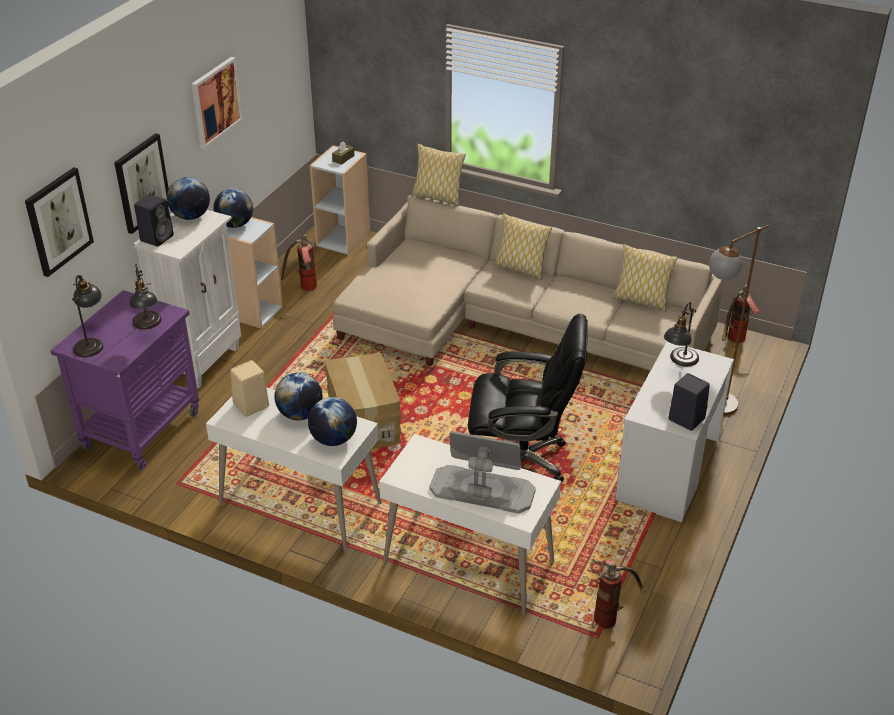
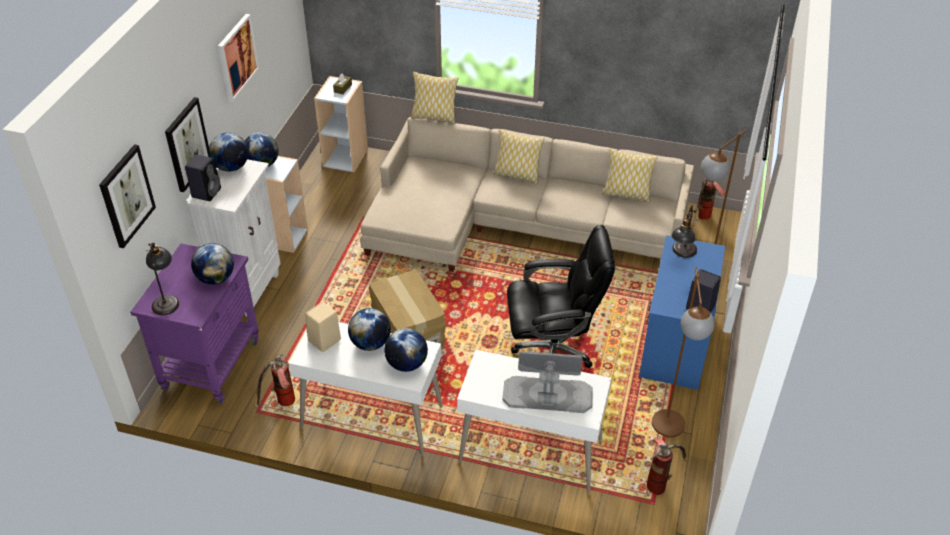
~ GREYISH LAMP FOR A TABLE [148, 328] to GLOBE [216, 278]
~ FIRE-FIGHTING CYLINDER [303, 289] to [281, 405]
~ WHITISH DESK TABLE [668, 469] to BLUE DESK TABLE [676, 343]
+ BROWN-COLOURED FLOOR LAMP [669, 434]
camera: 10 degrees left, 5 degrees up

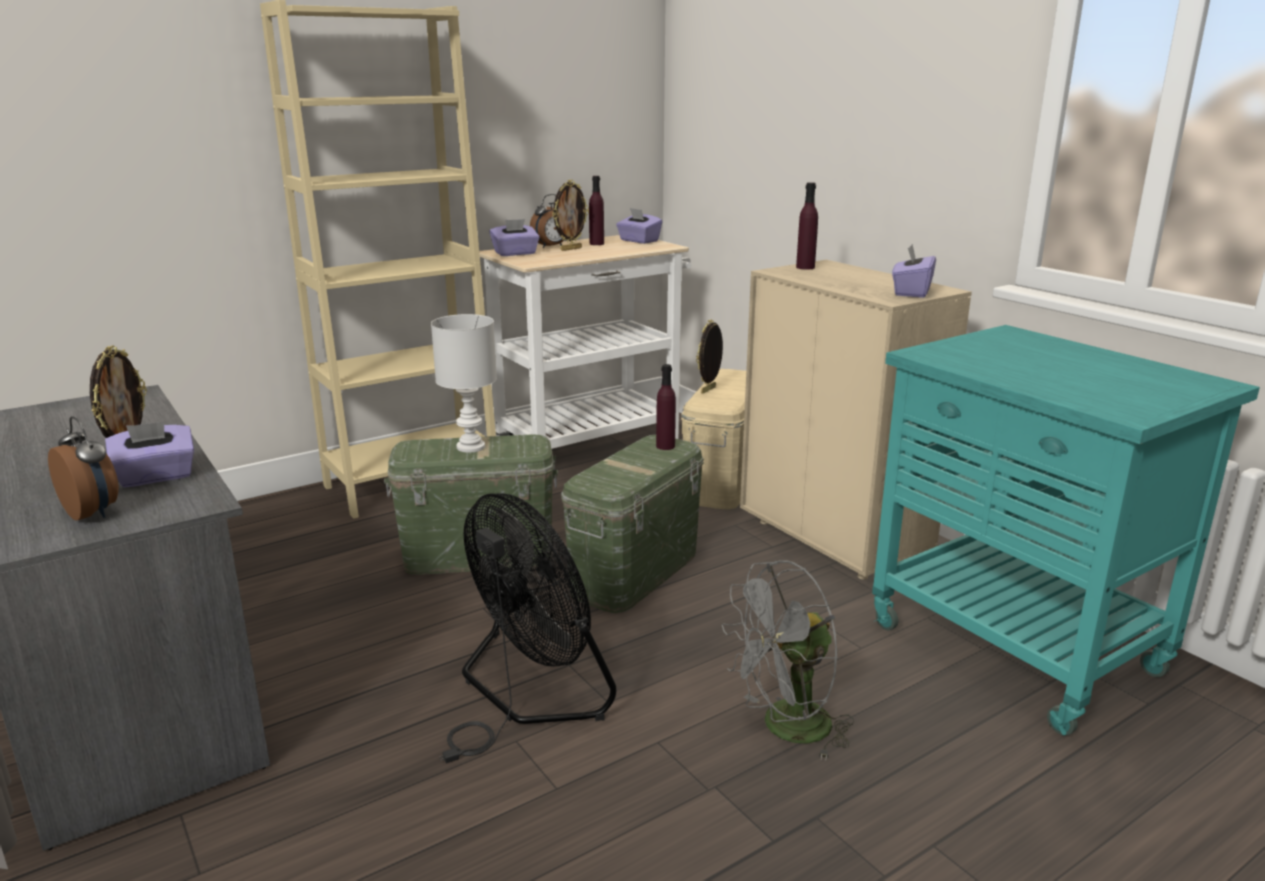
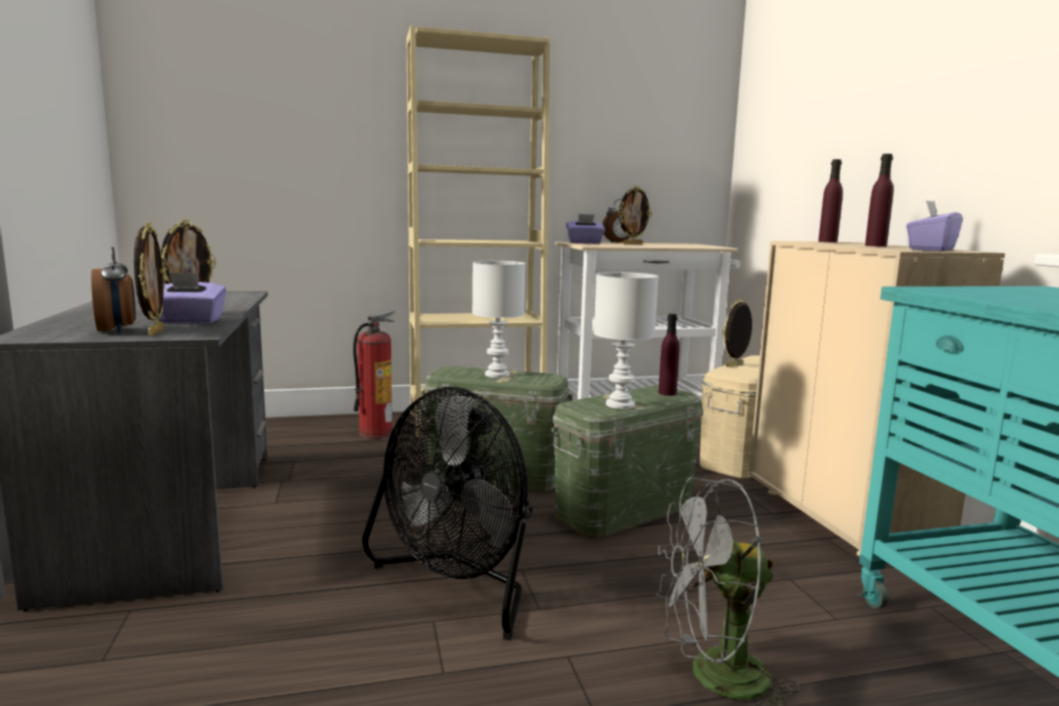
+ STANDING FRAME [154, 332]
+ FIRE-FIGHTING CYLINDER [376, 433]
~ BLACKISH FAN [516, 692] = [460, 581] 150 degrees clockwise
+ WHITISH LAMP FOR A TABLE [618, 405]
~ PURPLE-COLOURED BOTTLE [596, 244] to [875, 246]
- PURPLE-COLOURED BOX OF TISSUES [638, 241]
camera: 20 degrees right, 10 degrees down

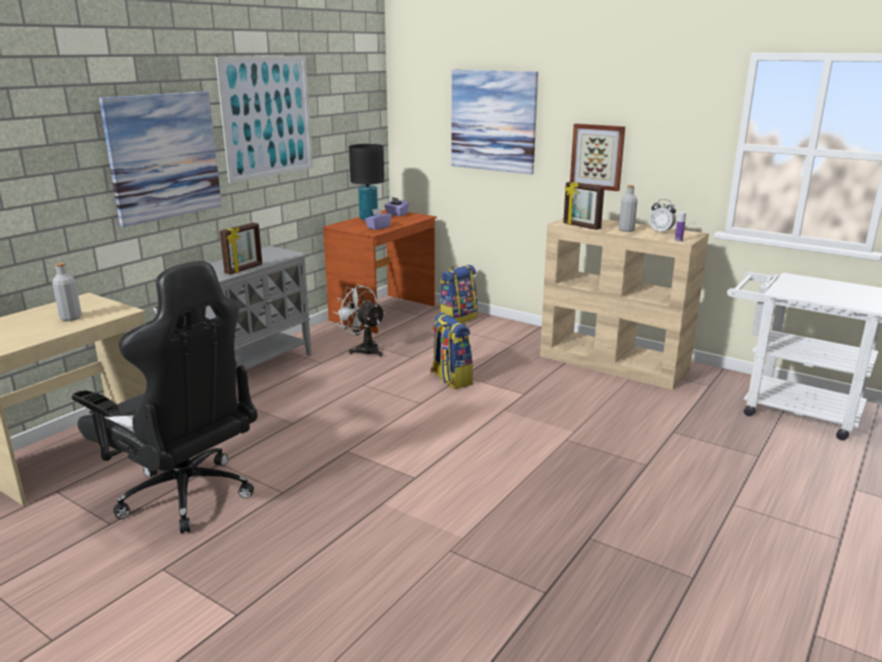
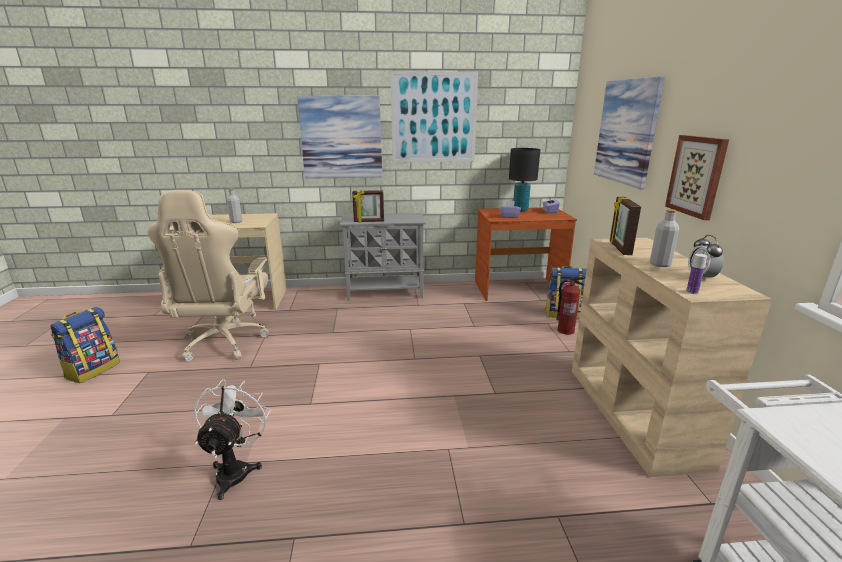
~ KNAPSACK [450, 379] to [93, 370]
~ BLACKISH COMPUTER CHAIR [181, 492] to BEIGE COMPUTER CHAIR [226, 340]
~ WHITISH FAN [363, 349] to [236, 469]
+ FIRE-FIGHTING CYLINDER [566, 330]
camera: 50 degrees right, 0 degrees up

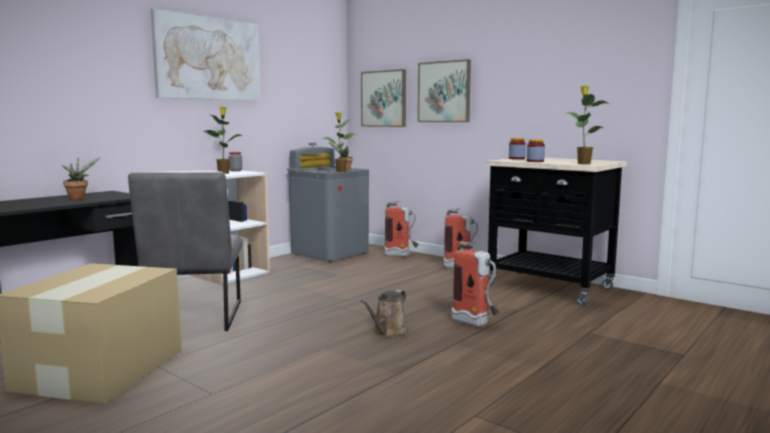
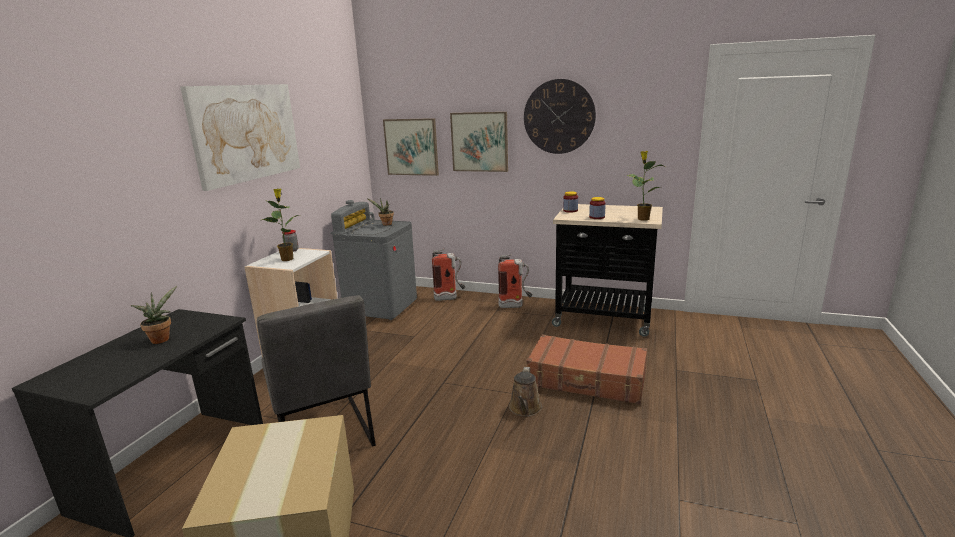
+ CLOCK ON THE WALL [559, 117]
~ FIRE-FIGHTING CYLINDER [476, 324] to BROWN-COLOURED SUITCASE [586, 380]
- PLANT IN A POT [340, 171]
camera: 20 degrees left, 10 degrees up

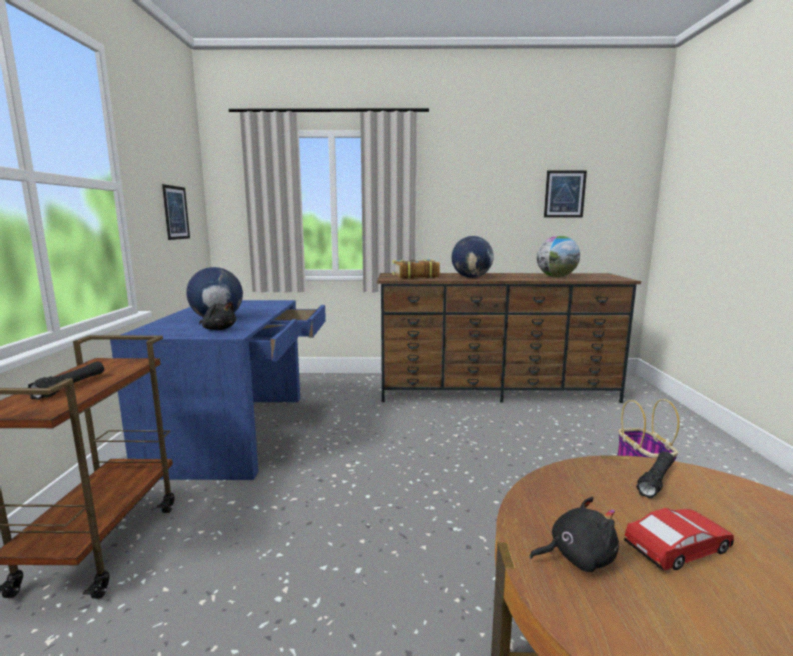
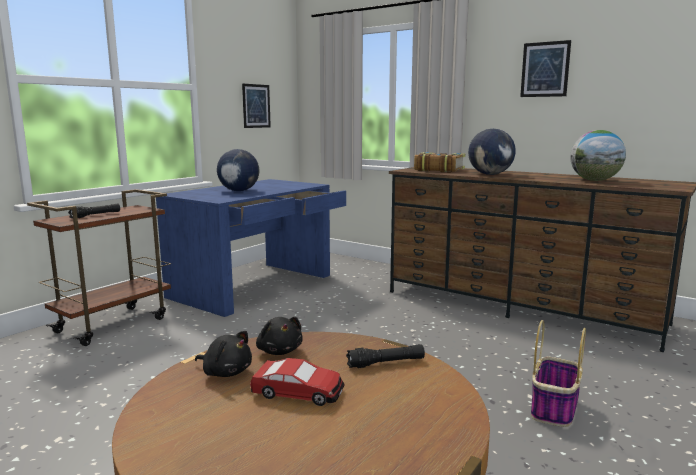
~ BLACKISH PLUSH TOY [218, 329] to [279, 351]
~ PICTURE [564, 194] to [545, 69]
camera: 35 degrees right, 0 degrees up

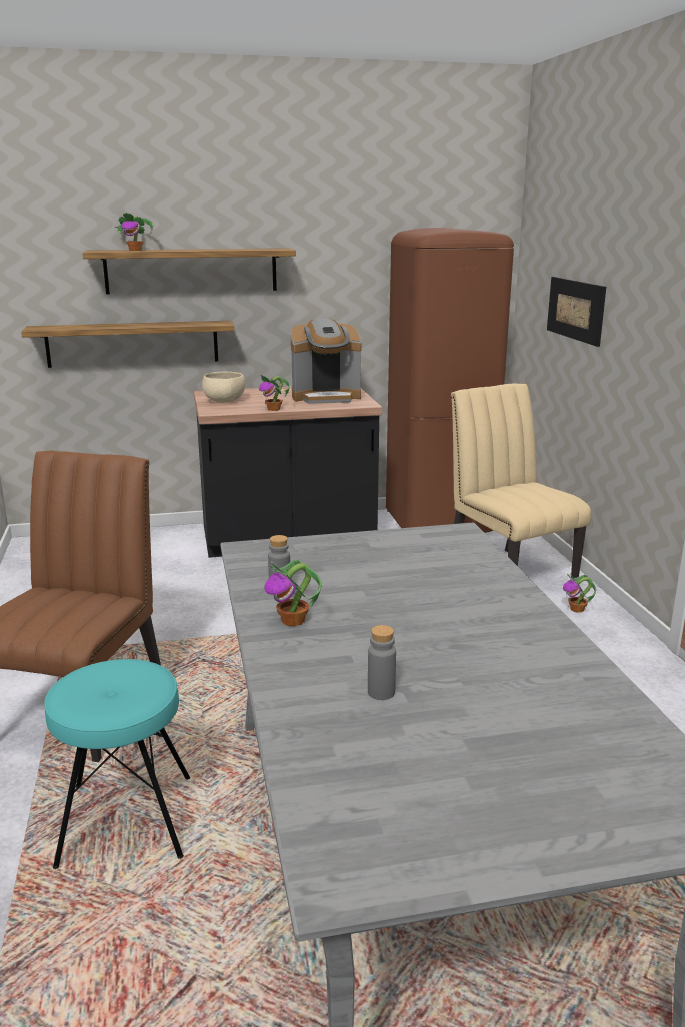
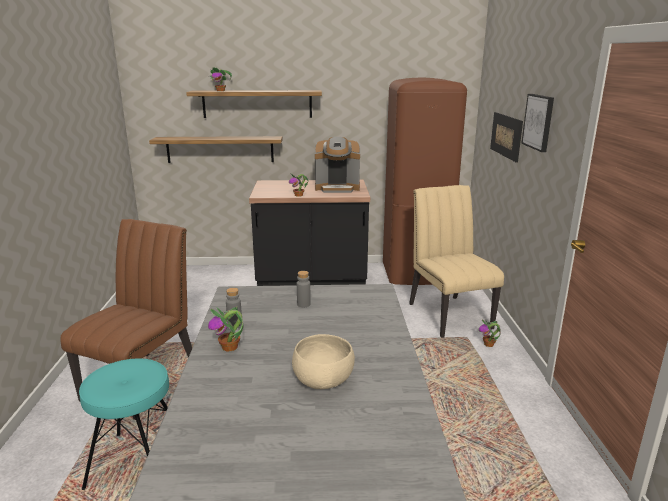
~ BEIGE BOWL [224, 401] to [323, 381]
~ GREYISH BOTTLE [381, 692] to [303, 304]
+ PICTURE [538, 122]
camera: 10 degrees right, 0 degrees up

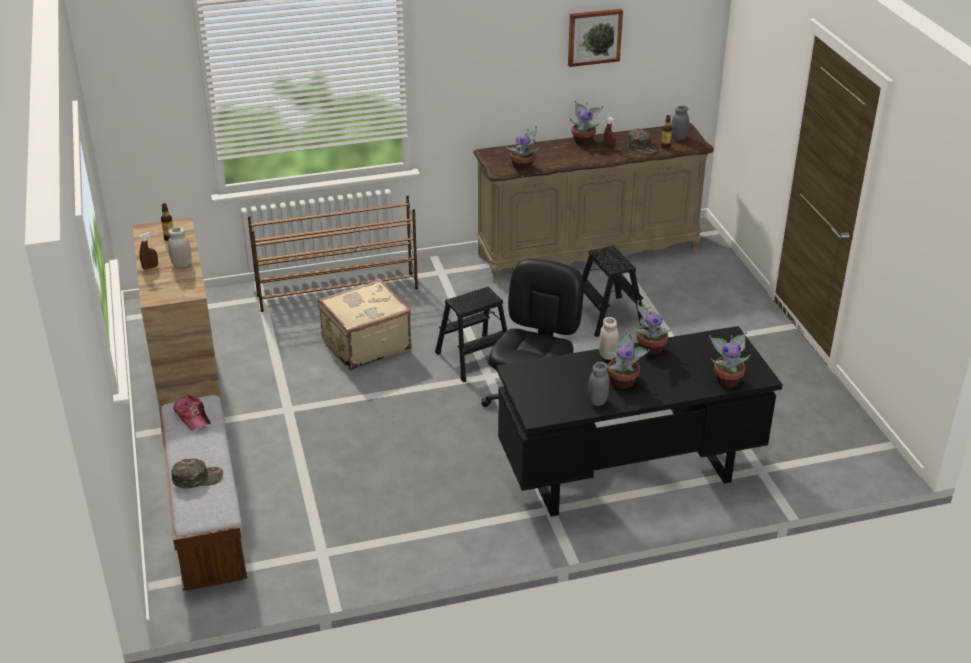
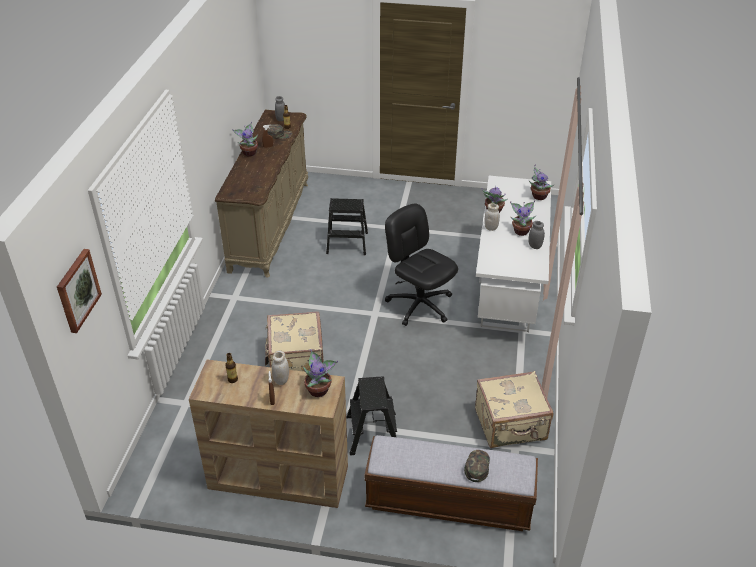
~ PICTURE [594, 36] to [77, 290]
~ PLANT IN A POT [523, 167] to [319, 390]
~ BLACKISH STEP LADDER [473, 358] to [373, 434]
+ BEIGE SUITCASE [511, 425]
~ BLACKISH DESK TABLE [629, 477] to WHITISH DESK TABLE [508, 289]
- CAP [192, 416]
- BROWN-COLOURED SHOE SHELF [338, 292]
camera: 65 degrees left, 5 degrees up

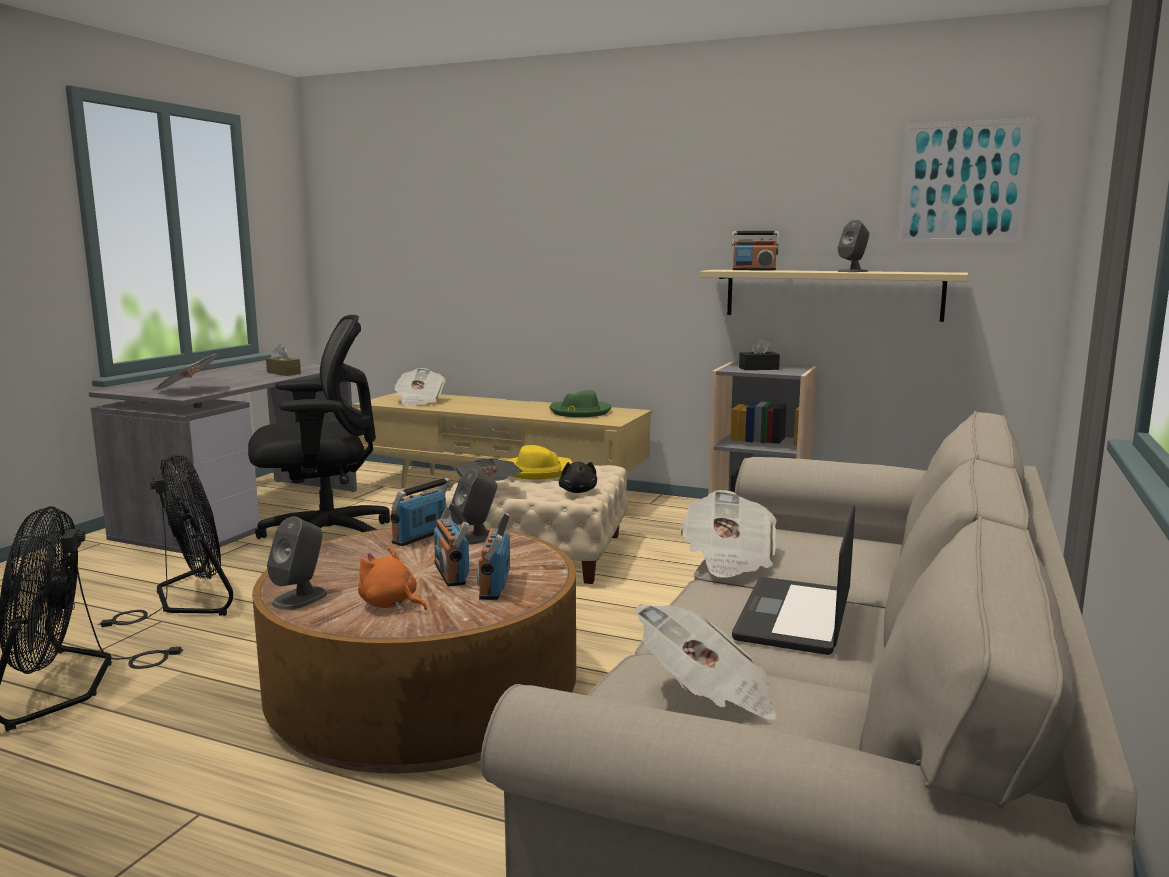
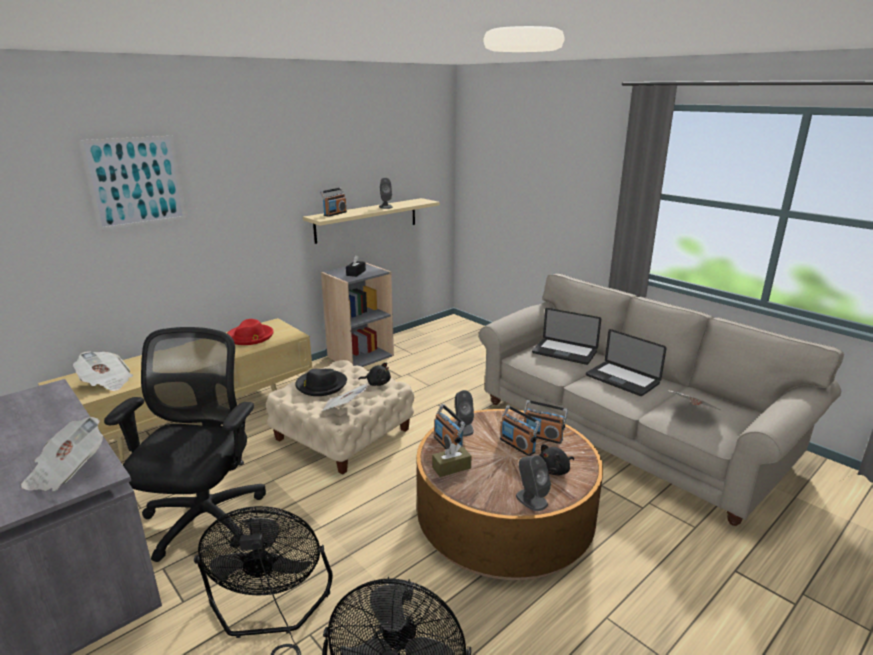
~ PICTURE [963, 183] to [136, 182]
~ GREEN CLOTHING HAT [580, 412] to REDDISH CLOTHING HAT [250, 337]
~ YELLOWISH CLOTHING HAT [537, 471] to BLACKISH CLOTHING HAT [321, 385]
~ BROWN-COLOURED BOX OF TISSUES [283, 373] to [451, 467]
~ RADIO [451, 573] = [517, 445] 45 degrees clockwise
+ LAPTOP [564, 352]
~ ORANGE PLUSH TOY [390, 604] to BLACKISH PLUSH TOY [555, 470]
- NEWSPAPER [728, 559]
camera: 65 degrees left, 10 degrees up

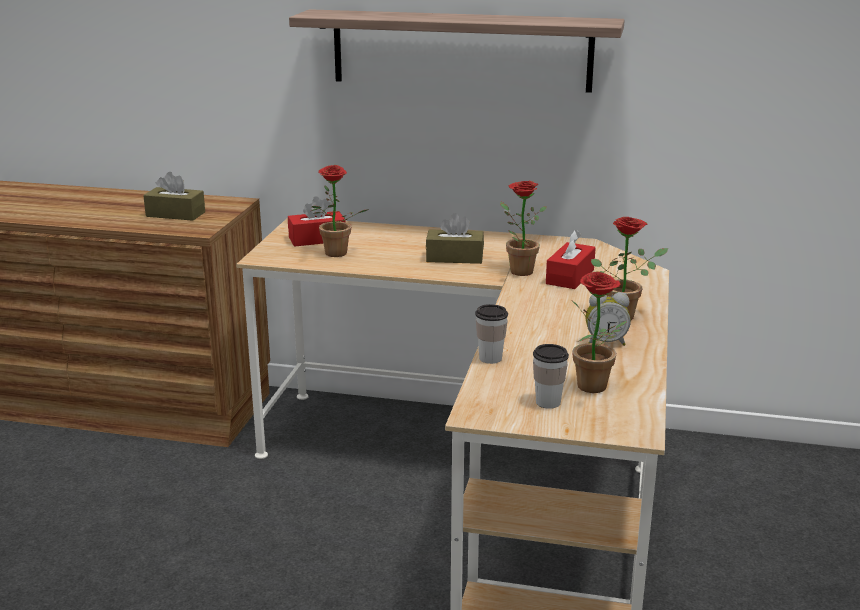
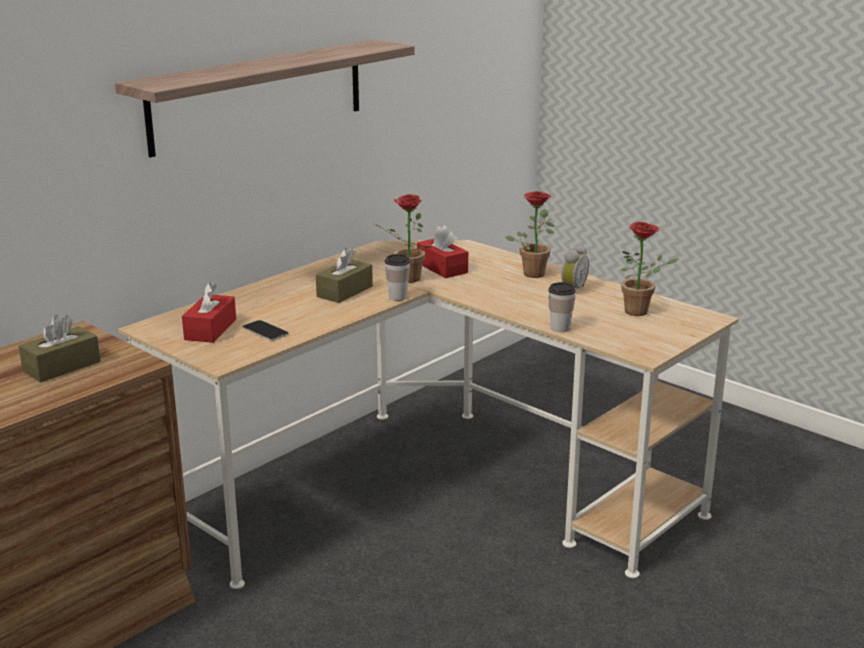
~ PLANT IN A POT [335, 255] to PHONE [265, 331]
~ SMALL CUP [548, 402] to [398, 297]
camera: 60 degrees left, 0 degrees up

